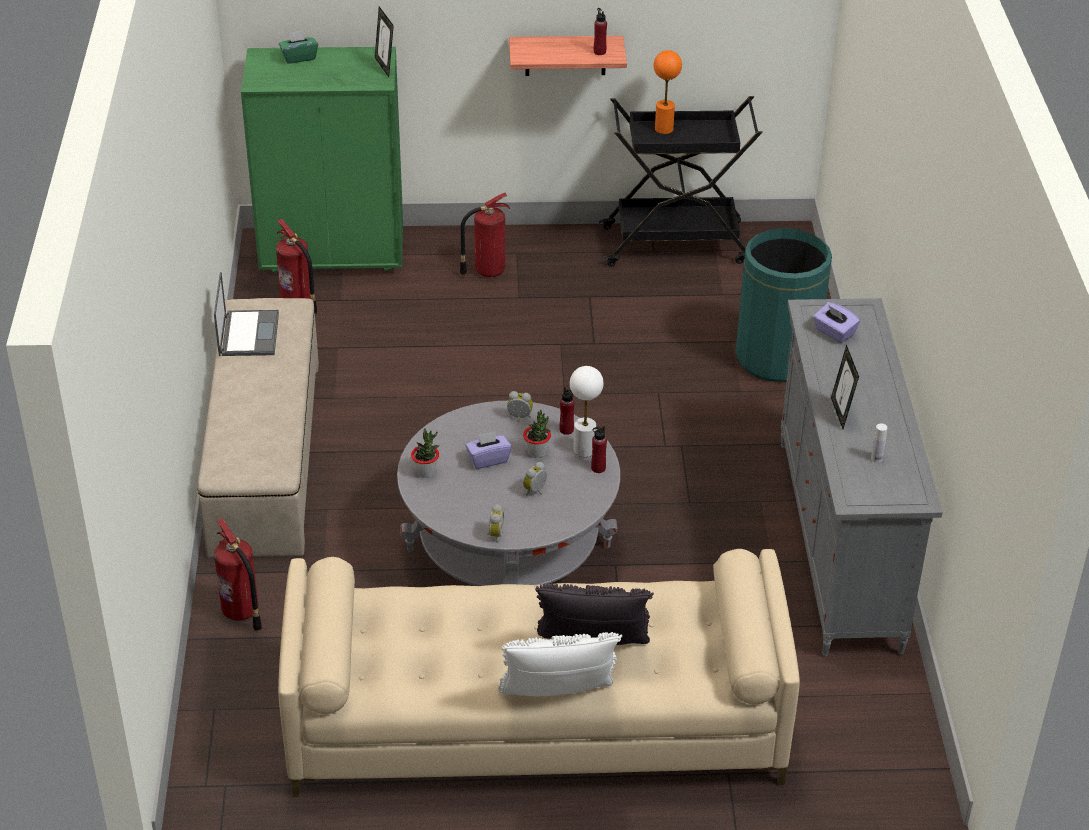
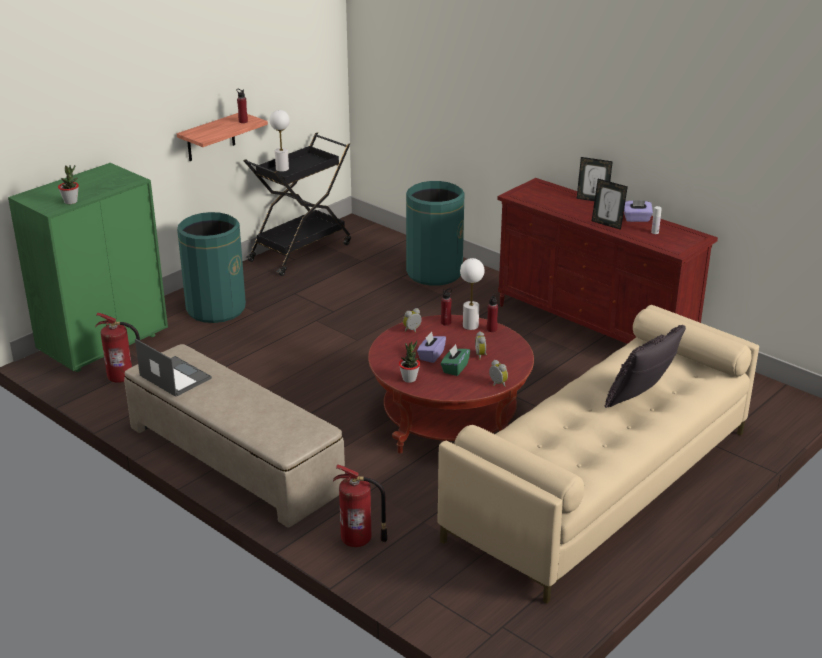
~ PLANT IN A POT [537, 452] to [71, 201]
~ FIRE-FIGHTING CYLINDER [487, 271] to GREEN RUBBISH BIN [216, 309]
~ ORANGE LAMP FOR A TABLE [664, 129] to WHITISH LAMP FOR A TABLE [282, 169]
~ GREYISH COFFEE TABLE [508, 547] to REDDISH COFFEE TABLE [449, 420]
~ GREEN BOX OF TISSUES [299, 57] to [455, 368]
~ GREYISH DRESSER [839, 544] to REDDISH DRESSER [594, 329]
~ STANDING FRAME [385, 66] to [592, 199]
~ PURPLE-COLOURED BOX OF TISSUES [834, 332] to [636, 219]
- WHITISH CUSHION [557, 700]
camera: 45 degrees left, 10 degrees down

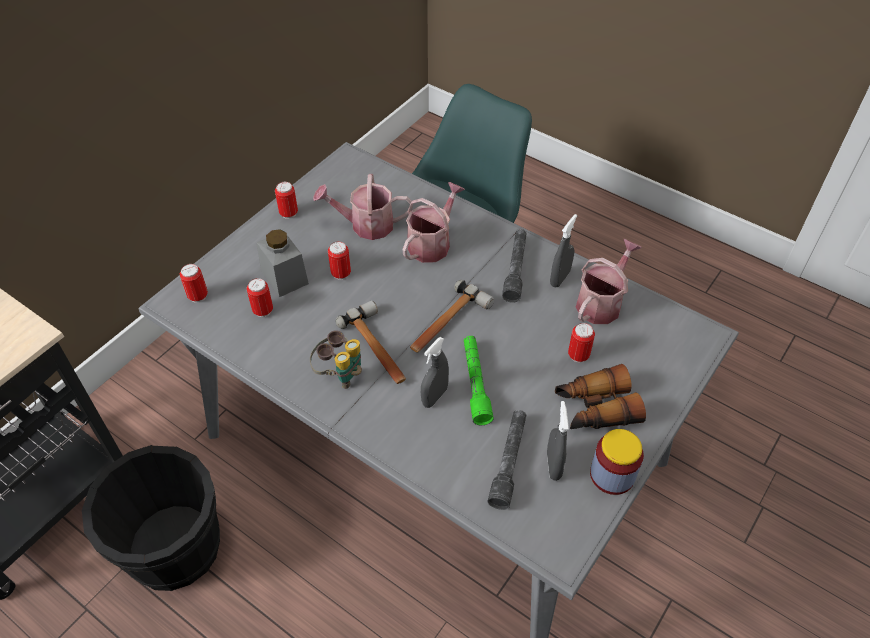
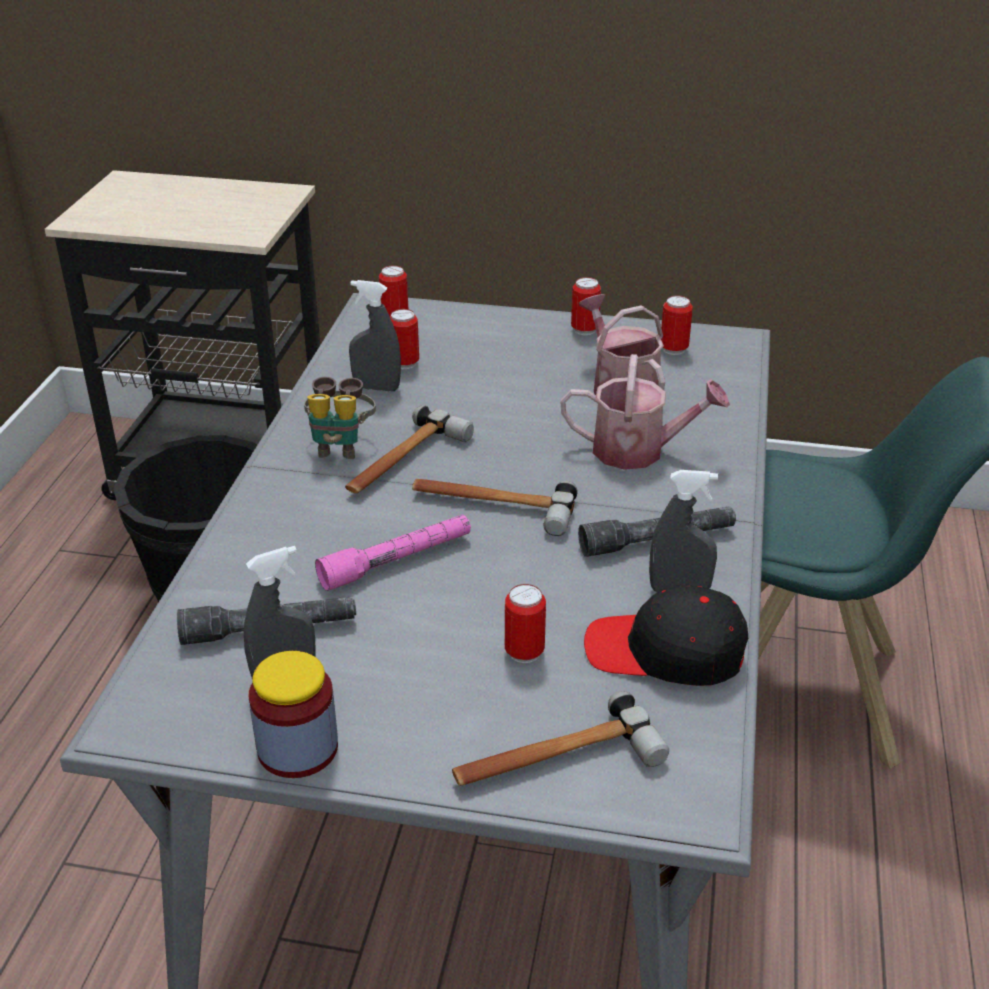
~ GREEN TORCH [475, 383] to PINK-COLOURED TORCH [397, 561]
~ GREYISH SPRAY BOTTLE [434, 397] to [376, 388]
+ HAMMER [555, 761]
~ WATERING CAN [602, 302] to BLACKISH CAP [665, 652]
~ CAN [341, 274] to [673, 349]
- GREYISH PRESERVE JAR [285, 277]
- FIELD GLASSES [595, 408]
camera: 65 degrees right, 15 degrees down

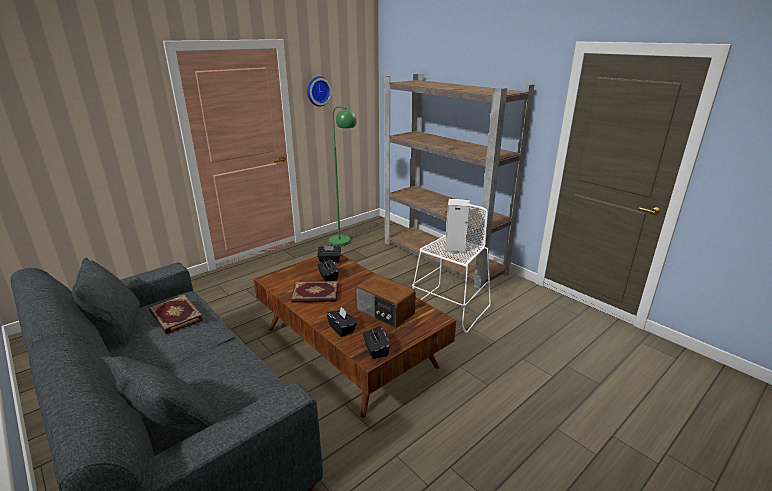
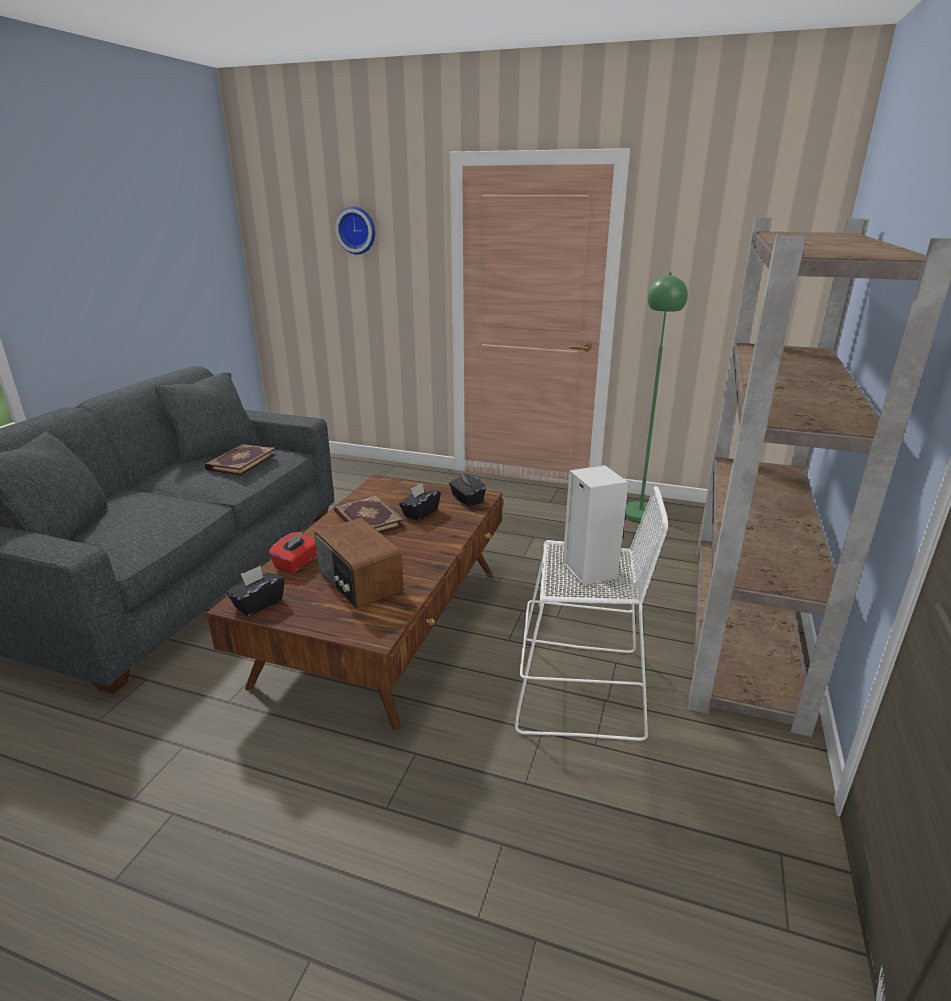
~ BLACKISH BOX OF TISSUES [342, 329] to REDDISH BOX OF TISSUES [296, 563]
~ RADIO [384, 313] = [359, 582] 45 degrees counterclockwise
~ CLOCK ON THE WALL [318, 91] to [357, 230]
camera: 60 degrees right, 0 degrees up

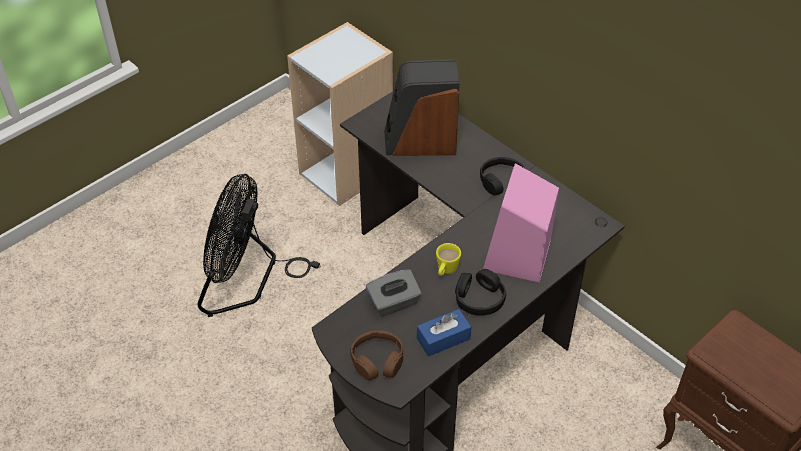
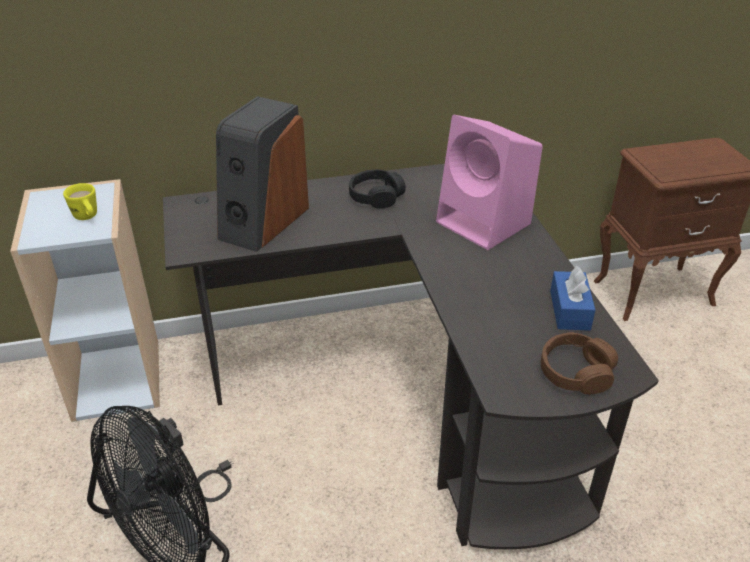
~ YELLOWISH COFFEE MUG [445, 271] to [87, 218]
- GREYISH BOX OF TISSUES [394, 303]
- BLACKISH HEADPHONES [479, 298]
camera: 60 degrees left, 10 degrees down

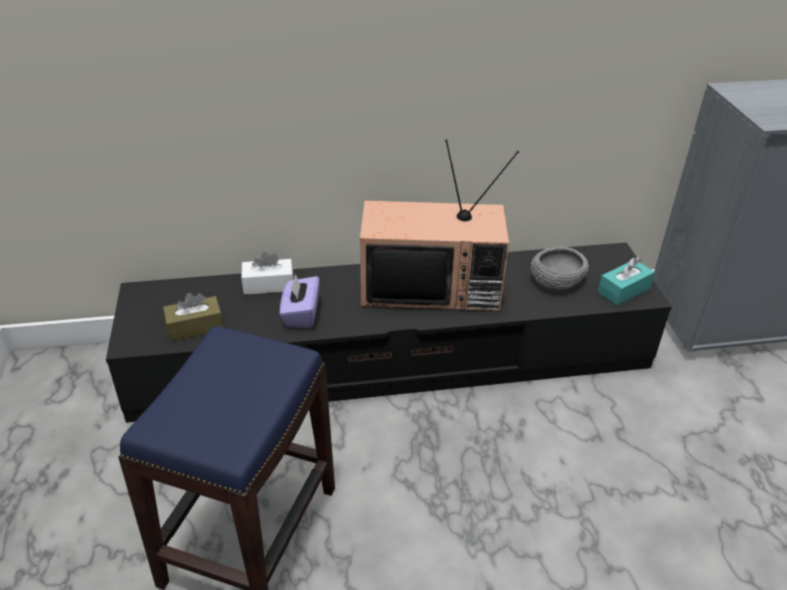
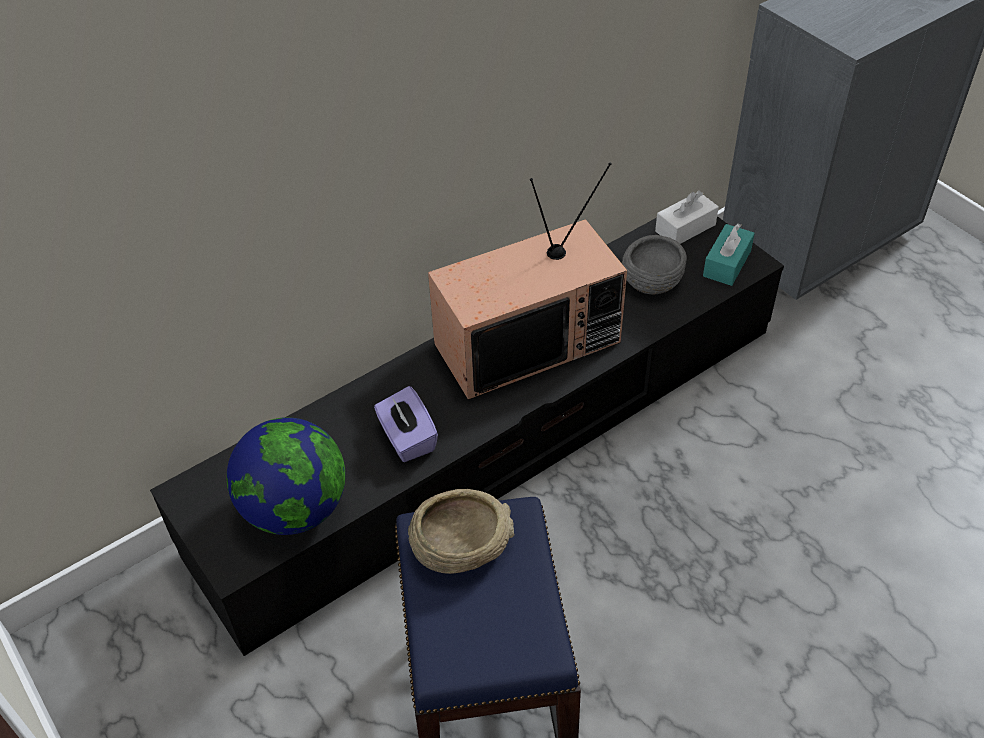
~ BROWN-COLOURED BOX OF TISSUES [195, 327] to GLOBE [295, 509]
+ BEIGE BOWL [460, 544]
~ WHITISH BOX OF TISSUES [268, 285] to [685, 228]
camera: 25 degrees left, 10 degrees up

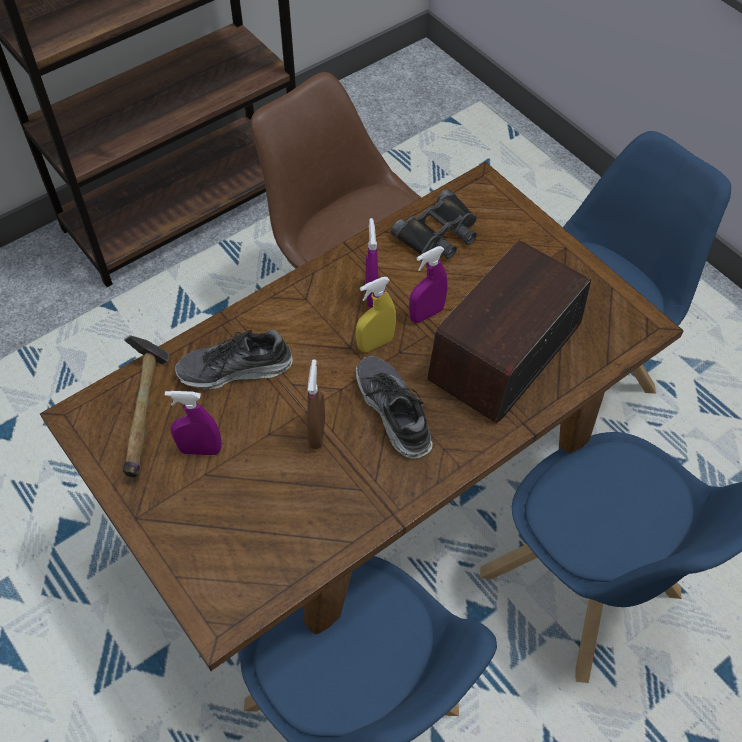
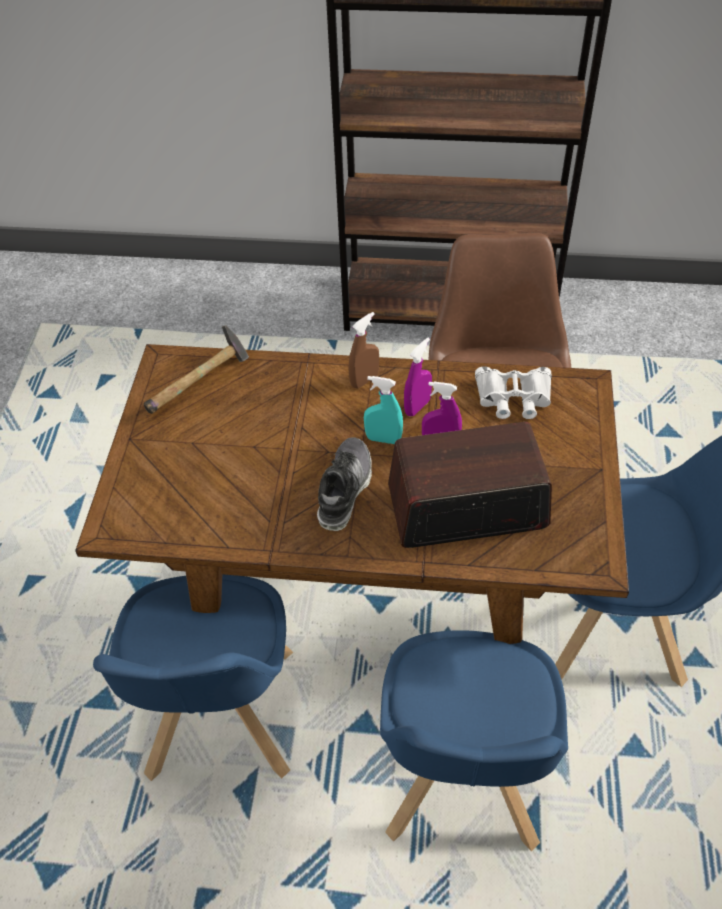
~ BROWN-COLOURED SPRAY BOTTLE [317, 433] to [364, 380]
~ YELLOWISH SPRAY BOTTLE [375, 343] to TURQUOISE-COLOURED SPRAY BOTTLE [383, 439]
~ BLACKISH FIELD GLASSES [439, 233] to WHITISH FIELD GLASSES [513, 397]
- PURPLE-COLOURED SPRAY BOTTLE [200, 450]
- ITEM OF FOOTWEAR [235, 369]
camera: 45 degrees right, 5 degrees down

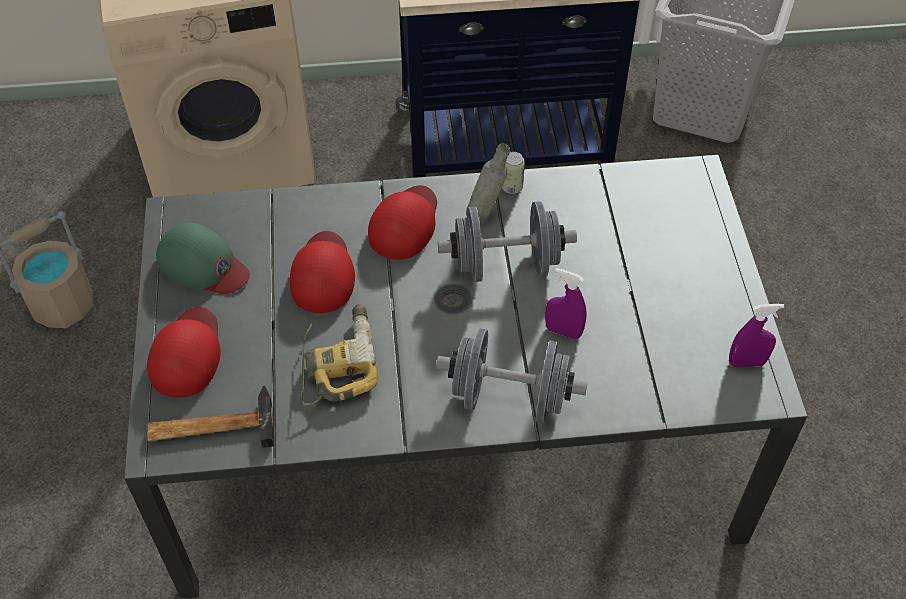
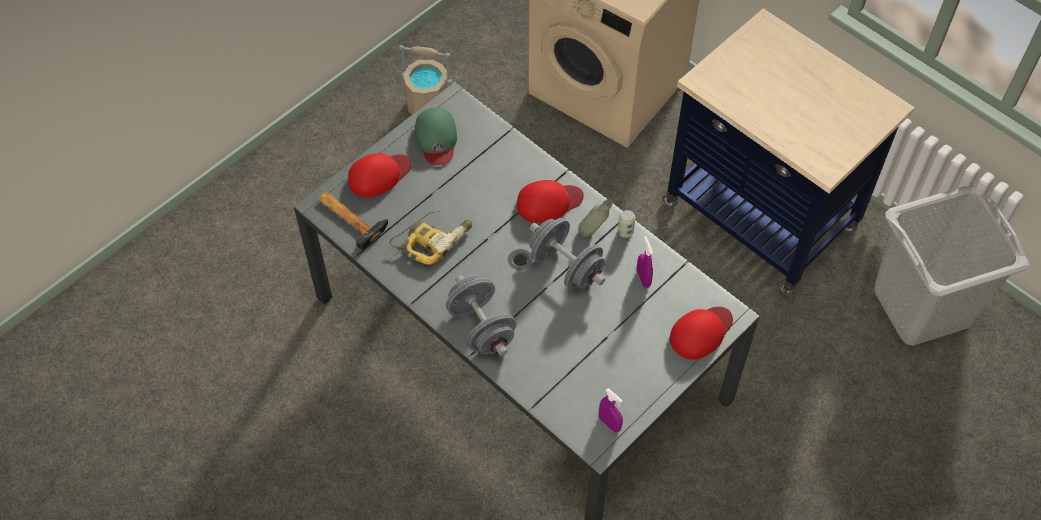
~ PURPLE-COLOURED SPRAY BOTTLE [563, 331] to [643, 278]
~ REDDISH CAP [323, 274] to [701, 333]
camera: 50 degrees right, 5 degrees up

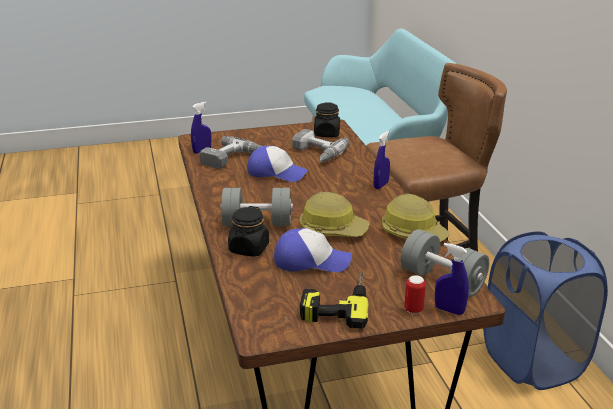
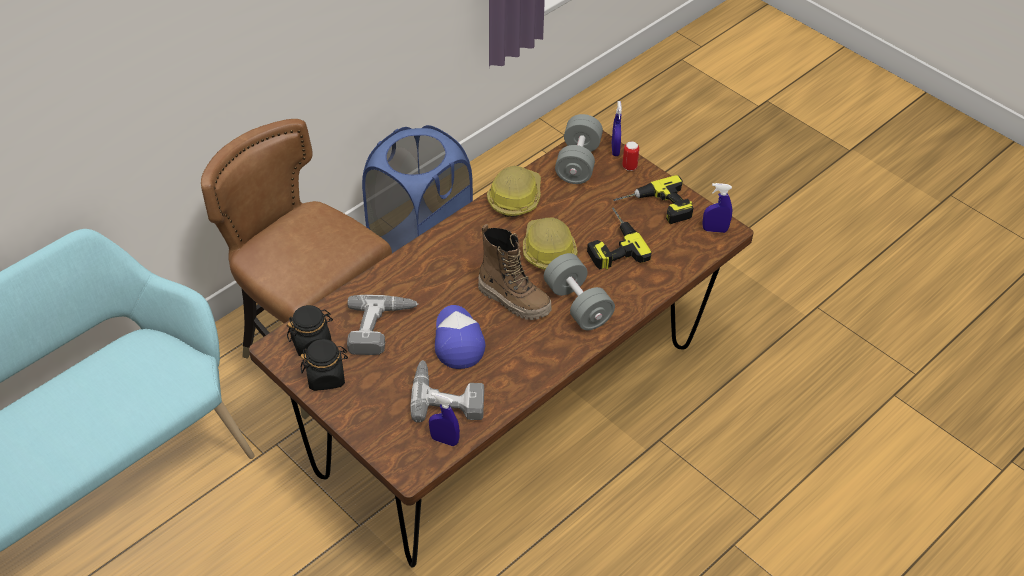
~ BLACKISH PRESERVE JAR [249, 249] to [326, 377]
+ TALL BOOT [514, 300]
~ CAP [311, 261] to DRILL [611, 243]
~ BLUE SPRAY BOTTLE [381, 185] to [715, 230]
camera: 120 degrees left, 20 degrees up

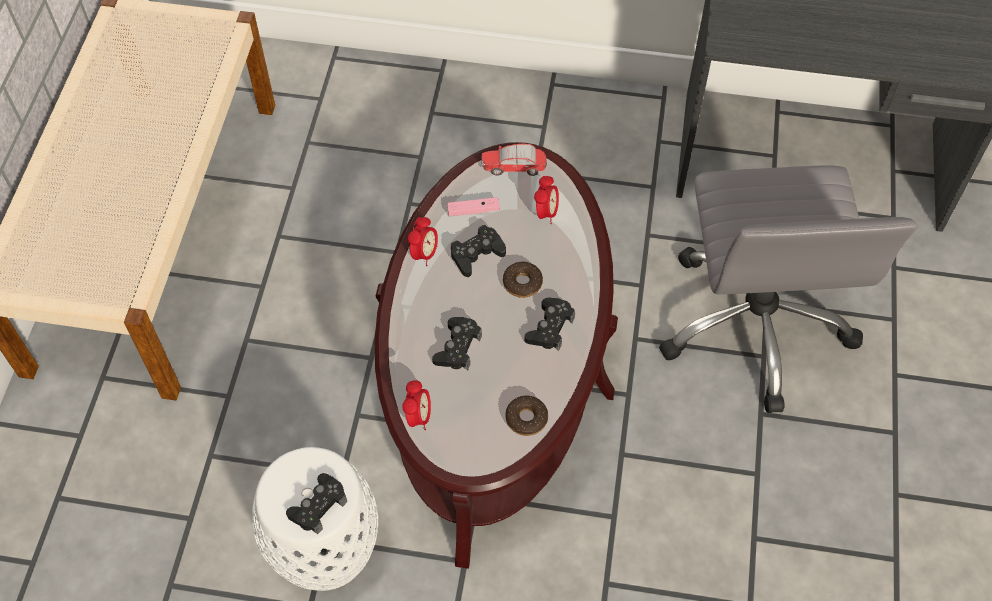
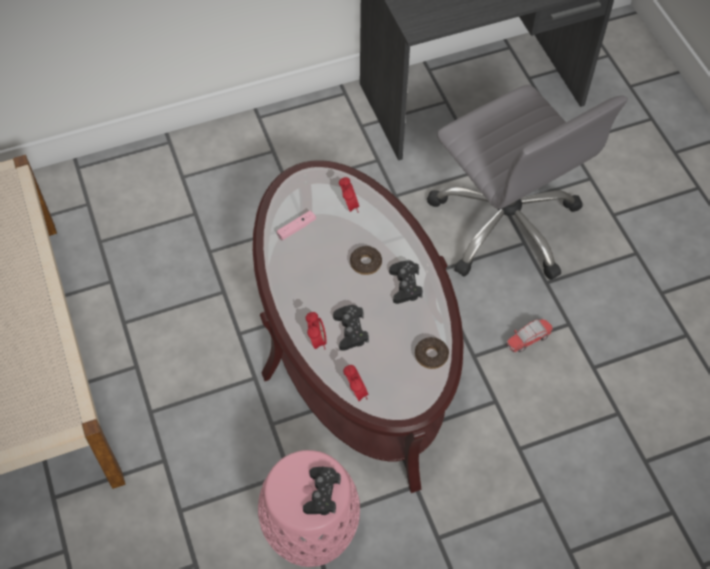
~ WHITISH STOOL SEAT [324, 548] to PINK-COLOURED STOOL SEAT [310, 531]
~ ALARM CLOCK [424, 254] to [317, 341]
~ MINIATURE CAR [514, 168] to [528, 340]
- BLACKISH JOYPAD [476, 254]
camera: 30 degrees left, 0 degrees up

